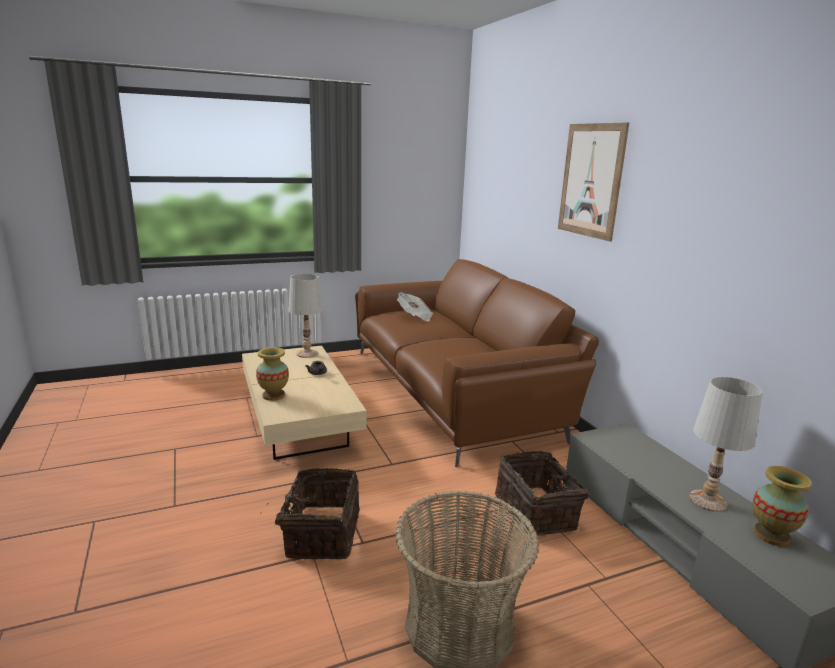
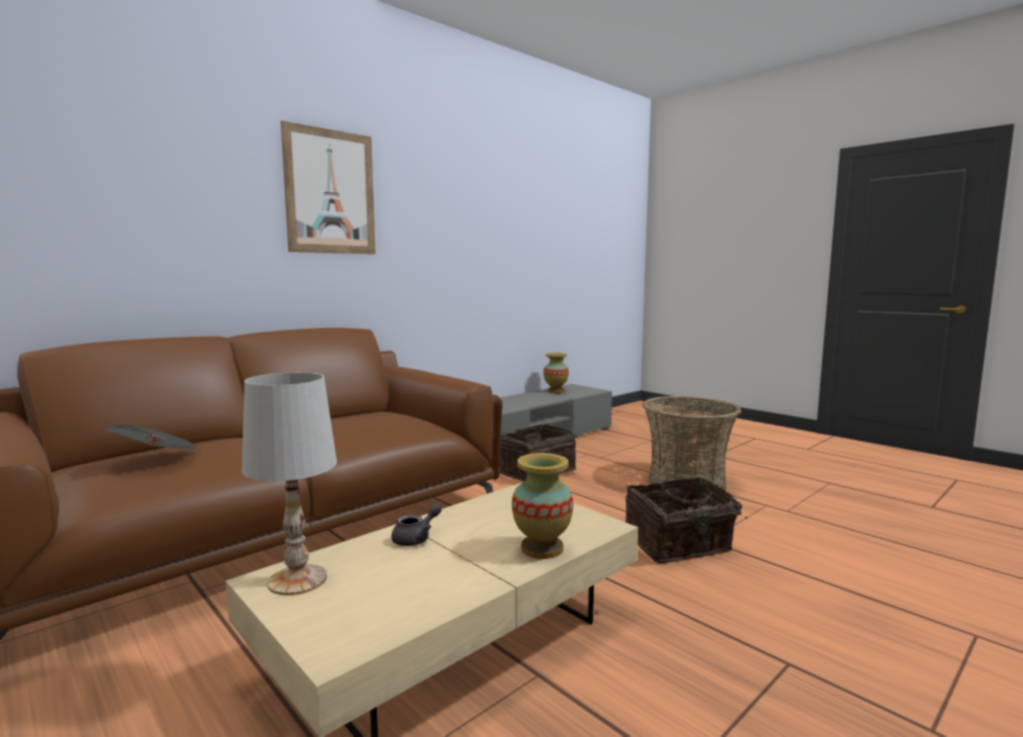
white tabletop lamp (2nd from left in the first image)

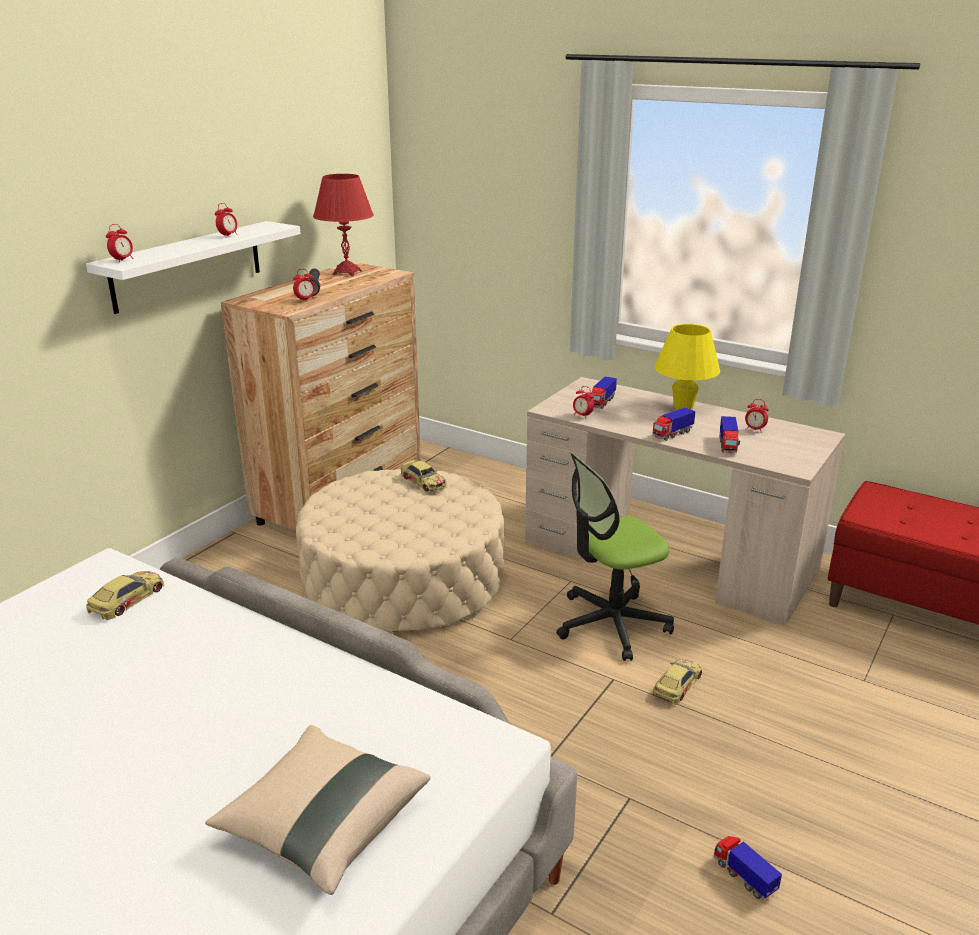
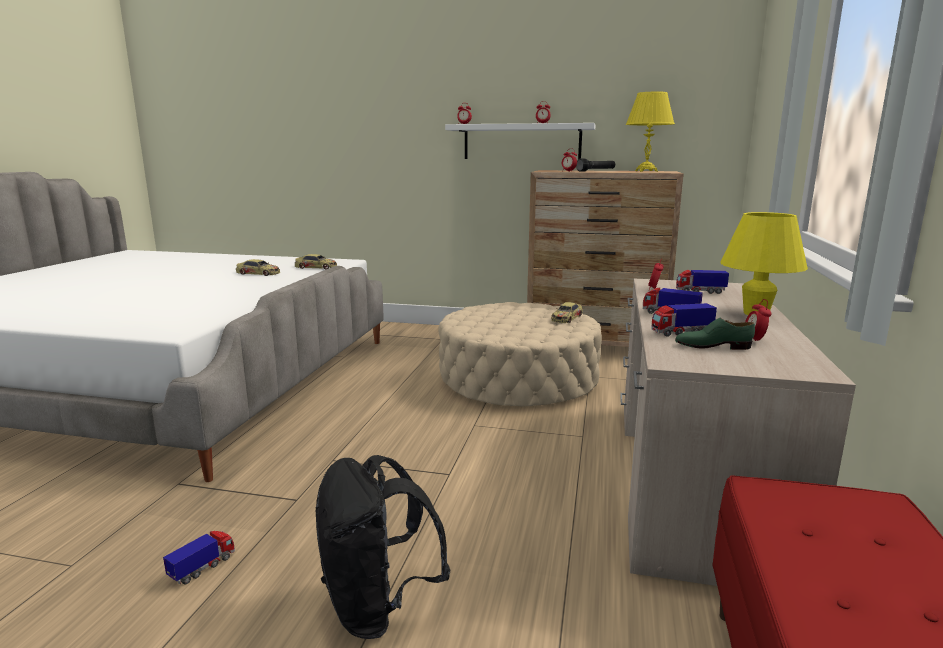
beige pillow
computer chair
blackish backpack
green-coloured item of footwear
miniature car (1st from left)
yellow-coloured tabletop lamp (1st from left)

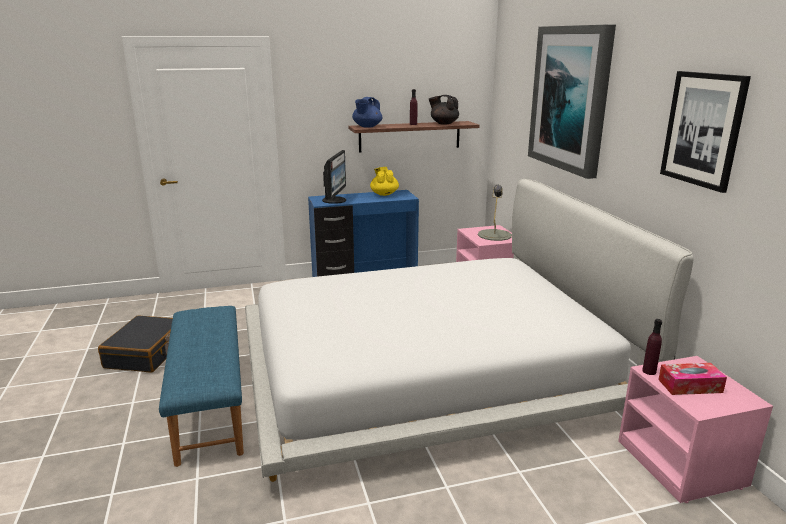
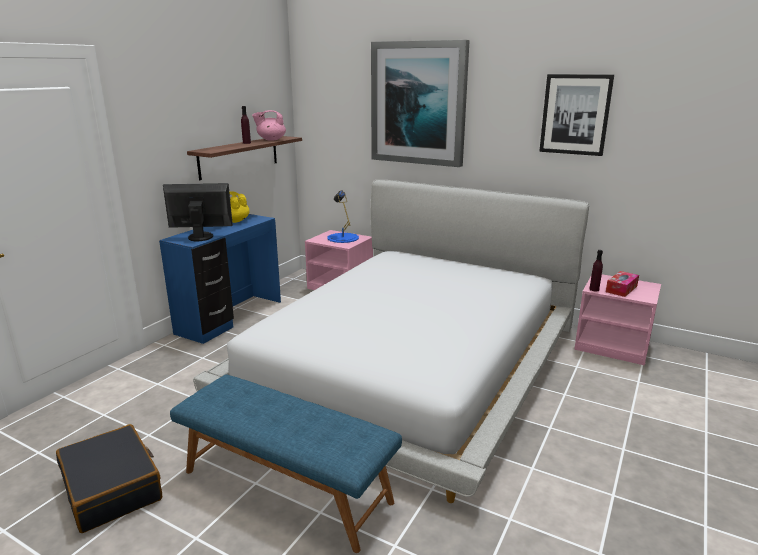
blue-coloured pot for tea
pink pot for tea
blue-coloured tabletop lamp
computer display

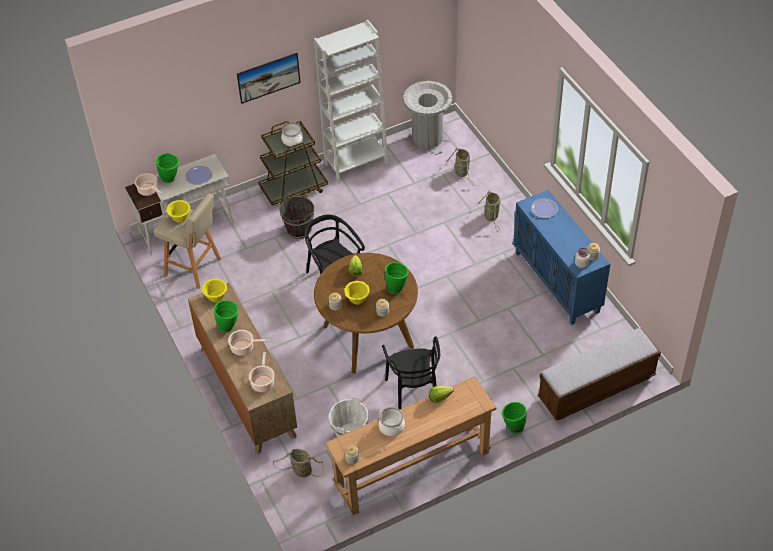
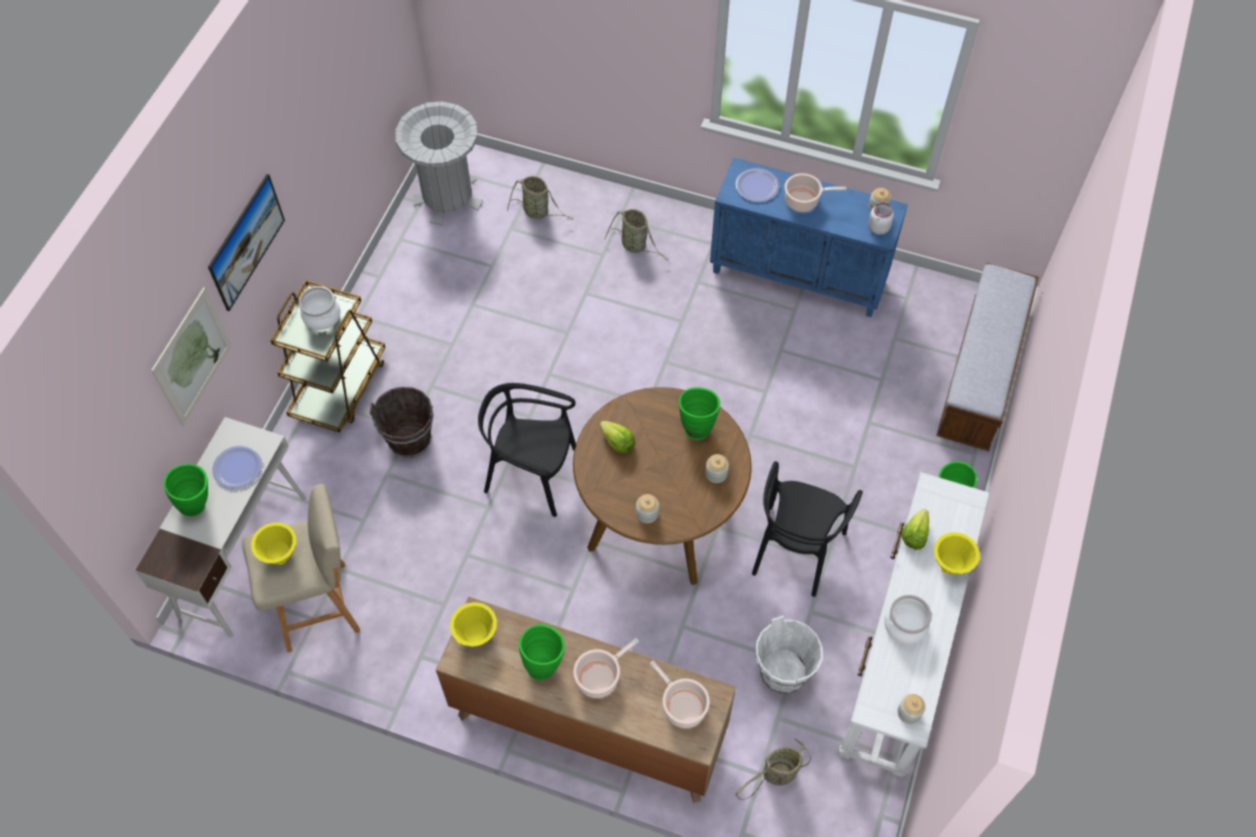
white bookcase
wall picture (1st from left)
saucepot (4th from left)
yellow-coloured serving bowl (3rd from left)
white narrow table
blackish chair (2nd from left)

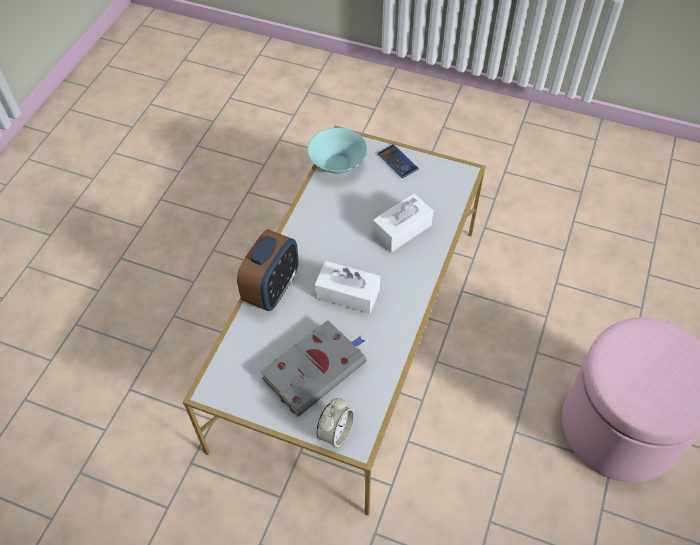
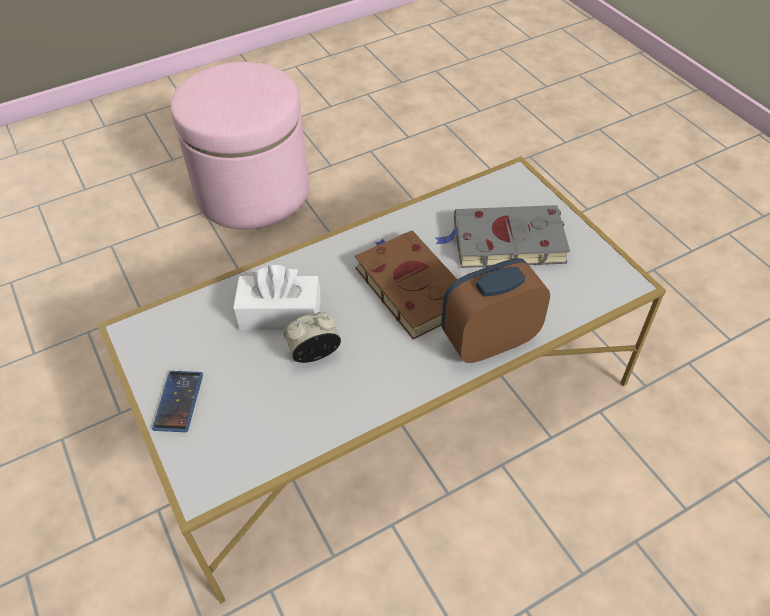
turquoise-coloured serving bowl
bedside clock (1st from left)
brownish bound book

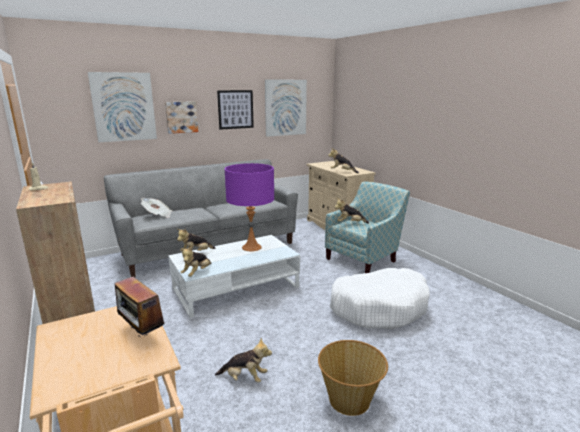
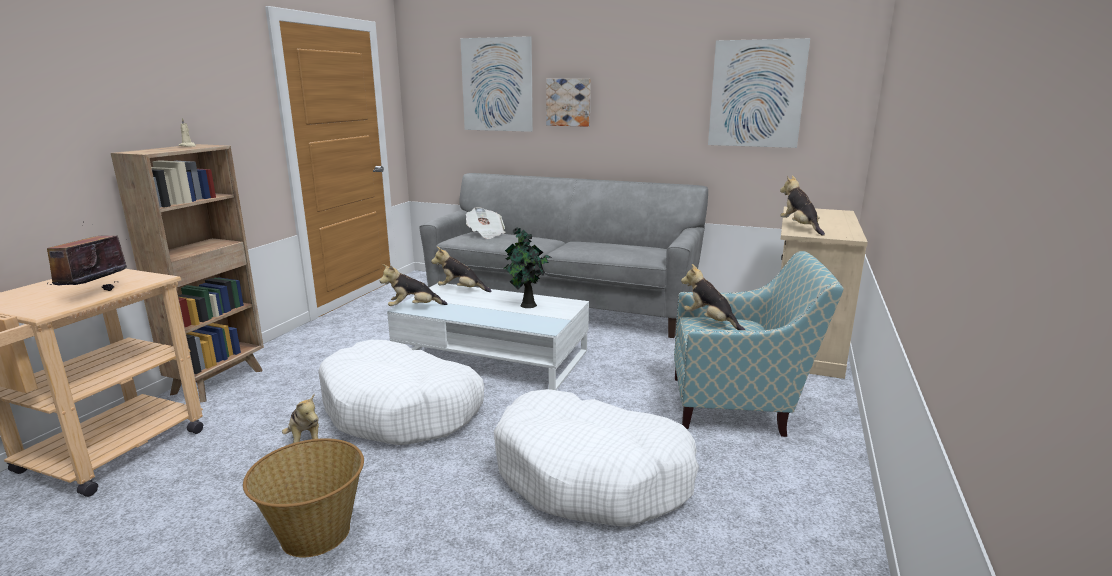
wall picture (3rd from left in the first image)
white pet bed (1st from left)
plant in a pot

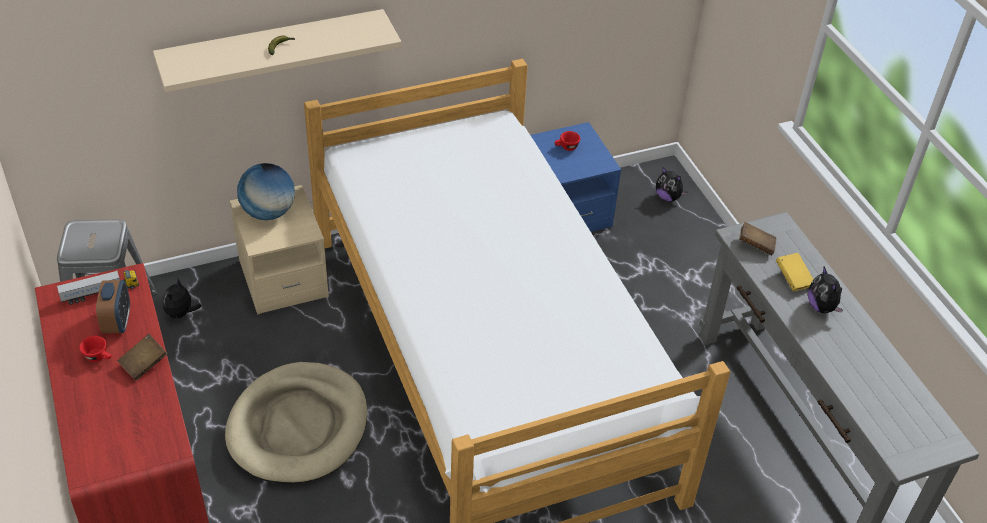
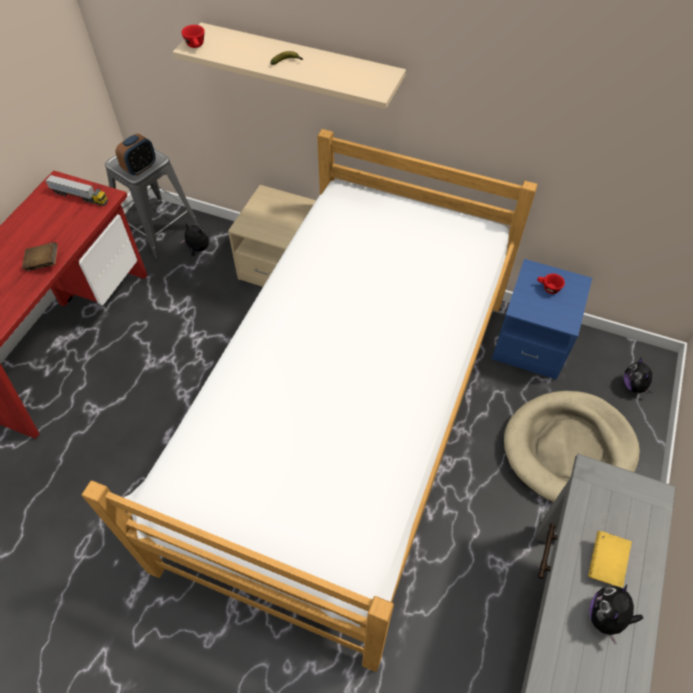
world globe
brownish bound book (2nd from left in the first image)
red-coloured small cup (1st from left)
bedside clock
beige pet bed
cuddly toy (1st from left)

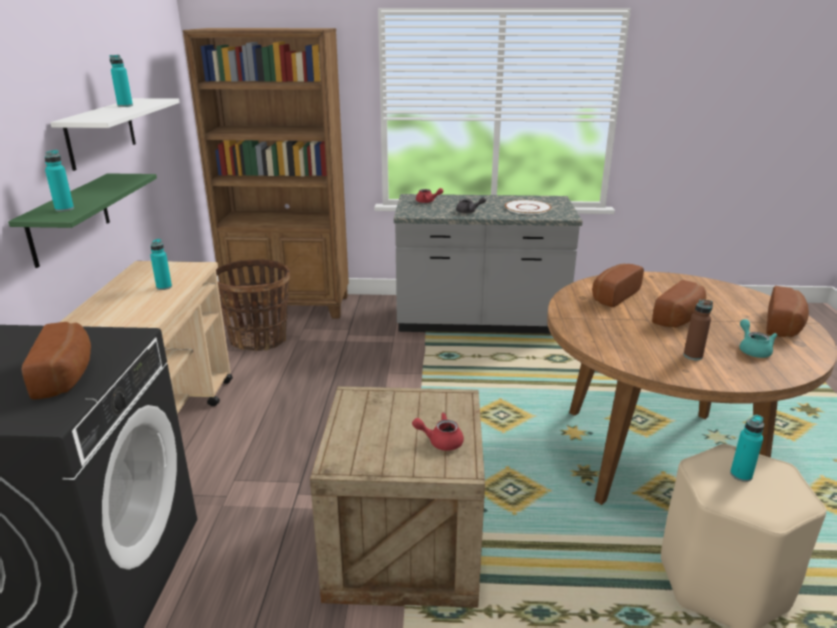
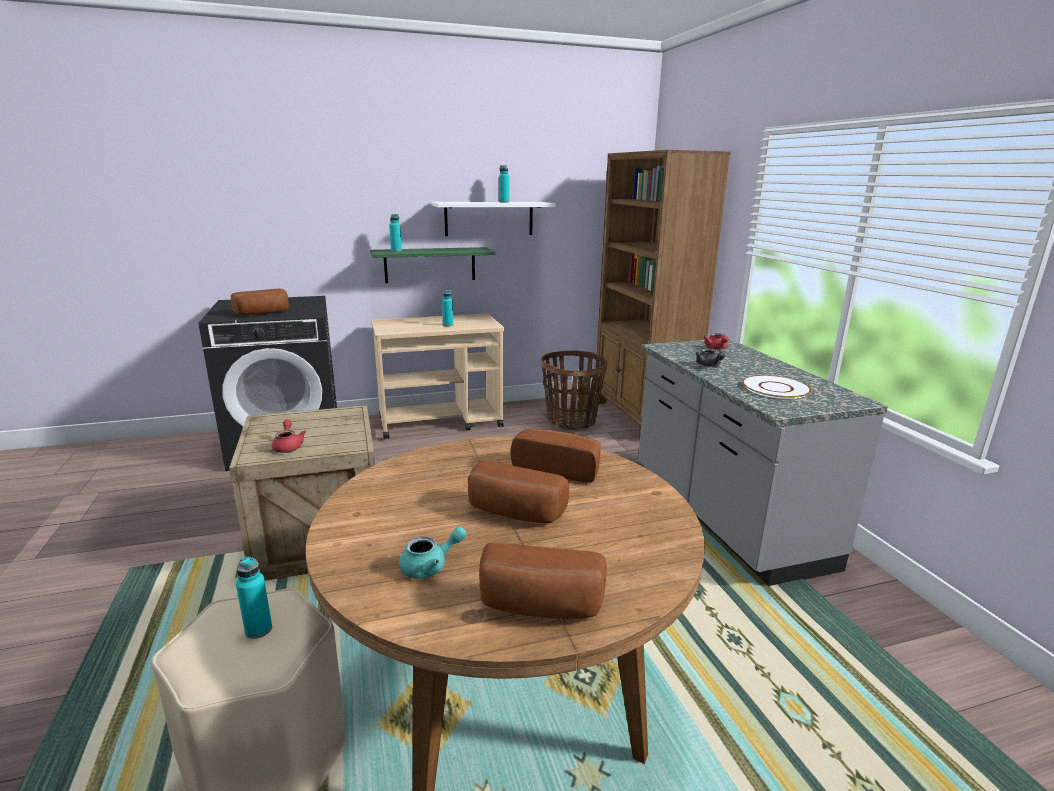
brownish drink bottle

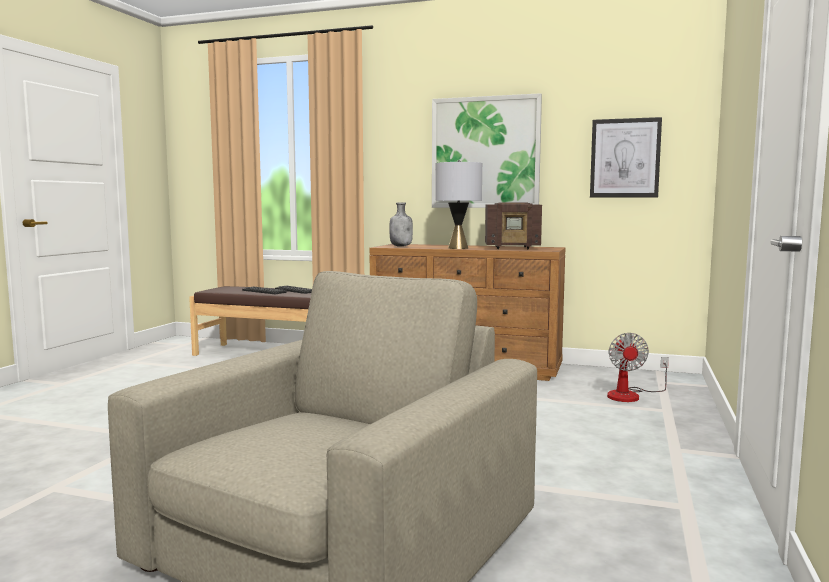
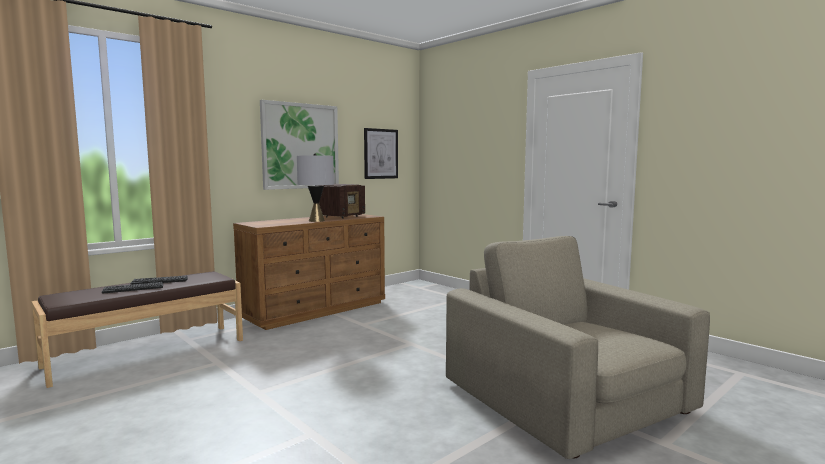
gray drink bottle
fan

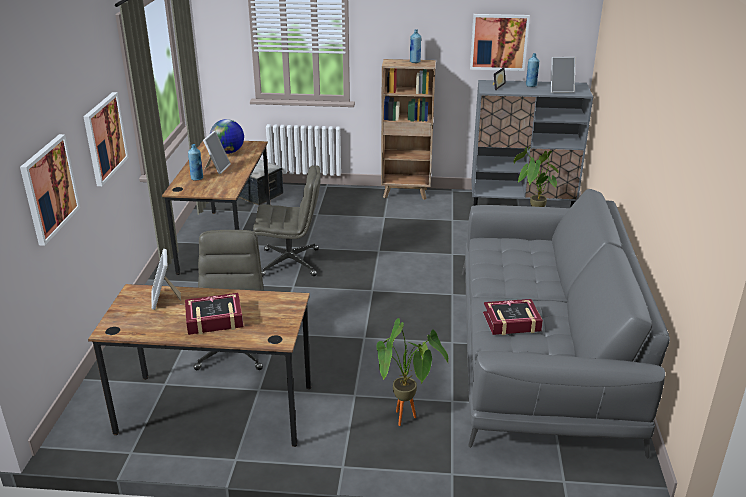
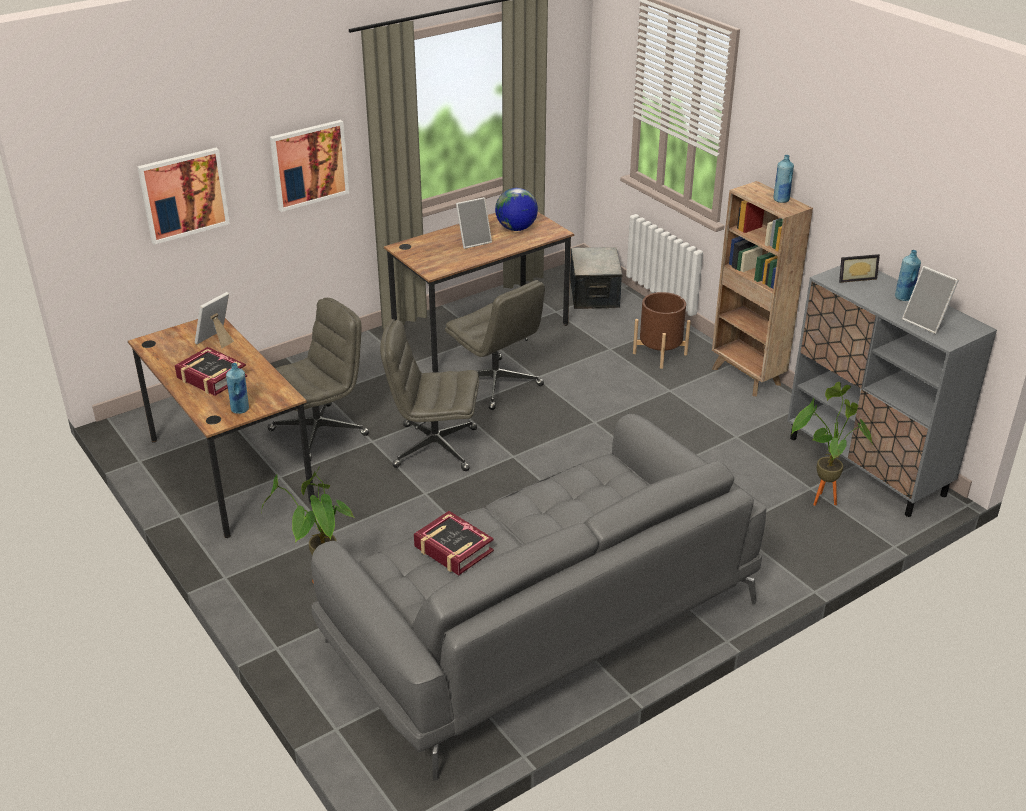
wall picture (3rd from left in the first image)
gray computer chair (2nd from left)
brownish planter
blue-coloured drink bottle (1st from left)

